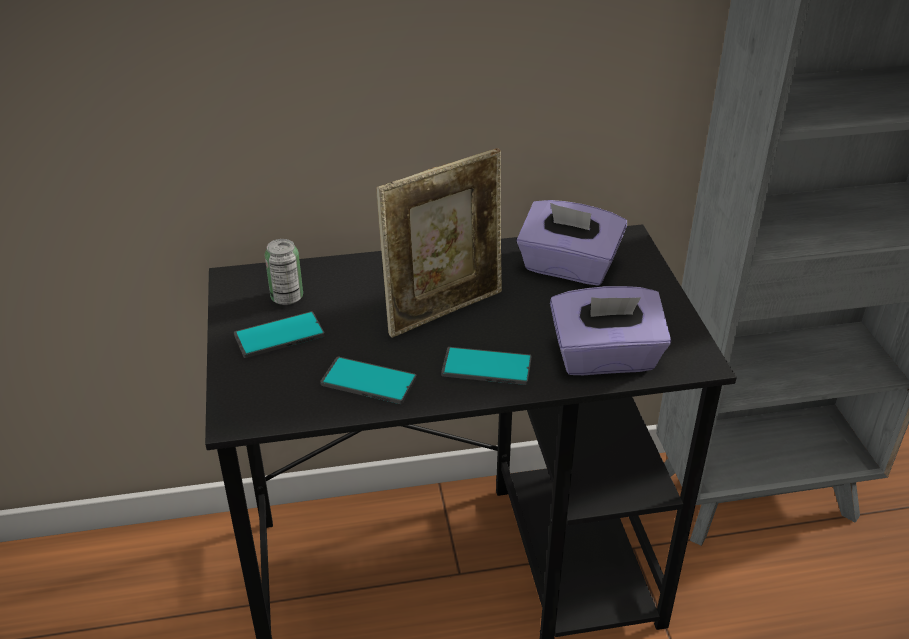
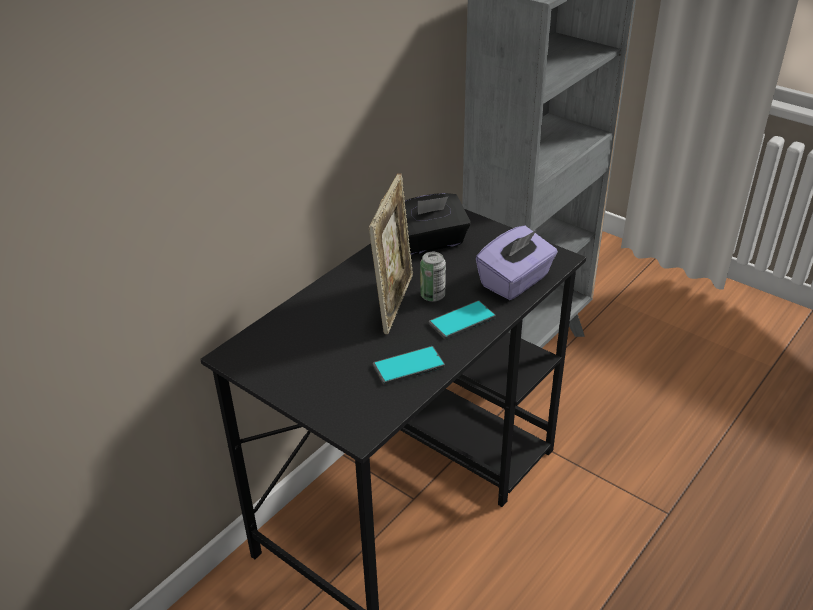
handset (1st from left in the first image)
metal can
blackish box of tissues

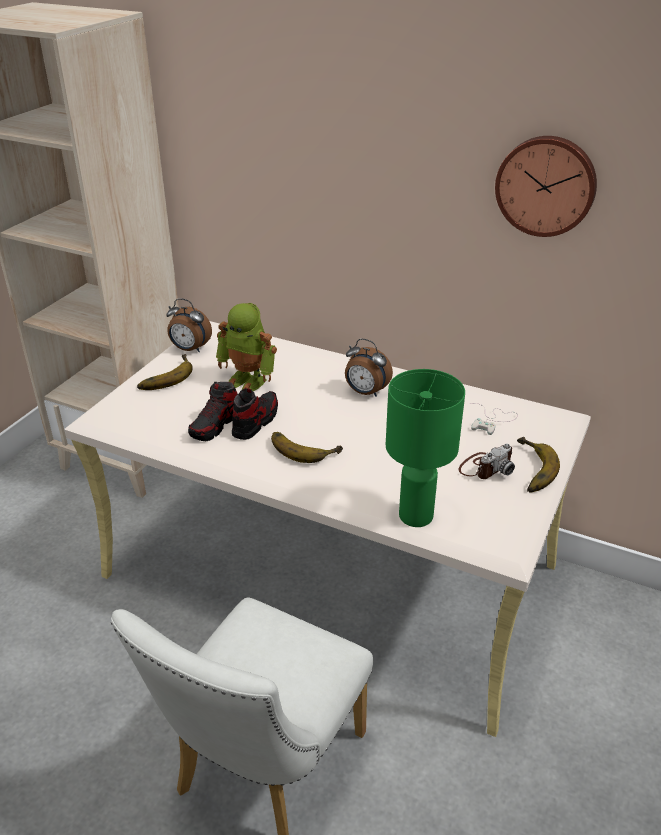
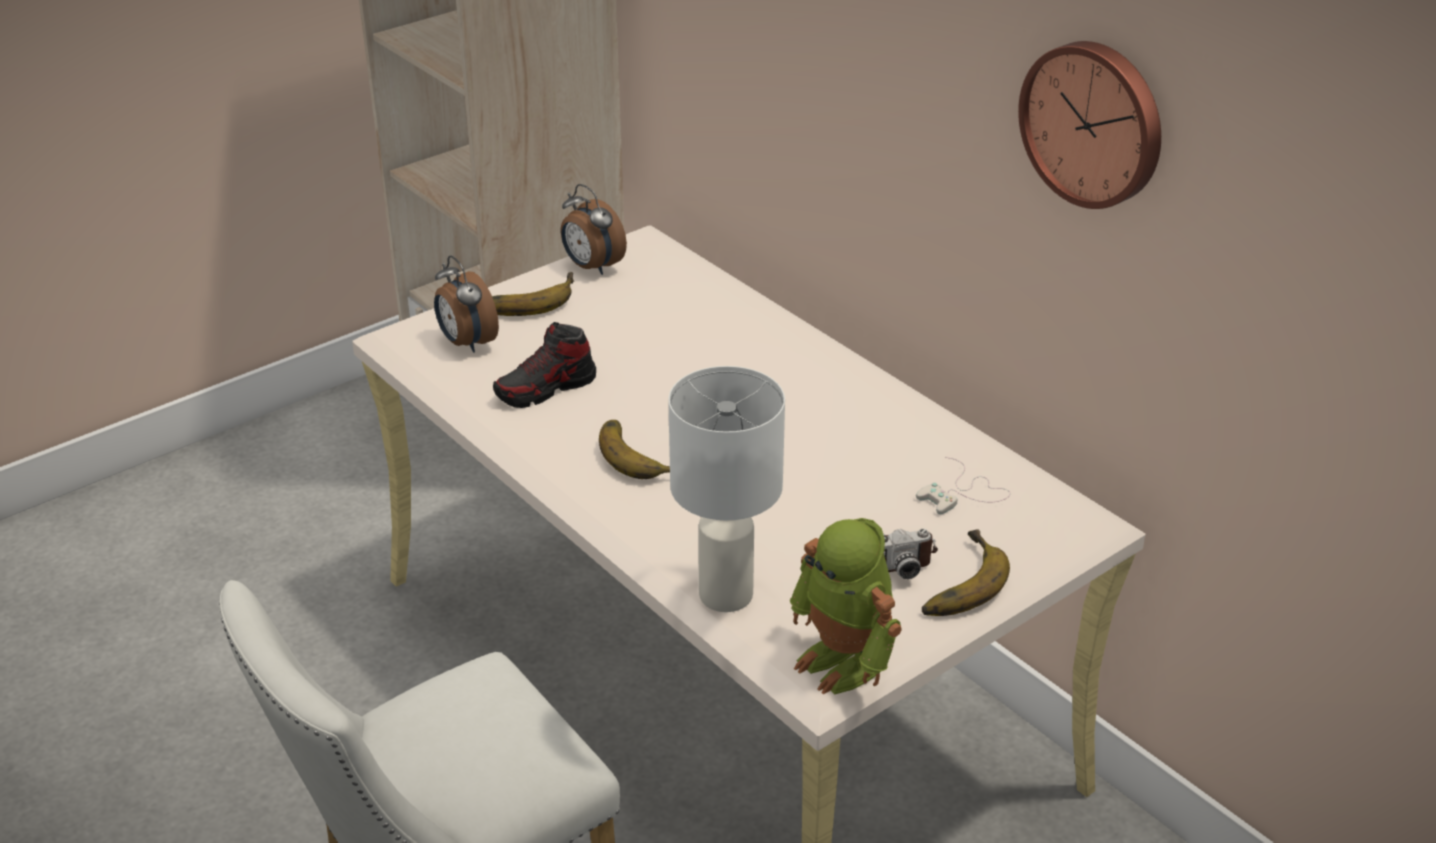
item of footwear (2nd from left in the first image)
robot figure
bedside clock (1st from left)
white tabletop lamp

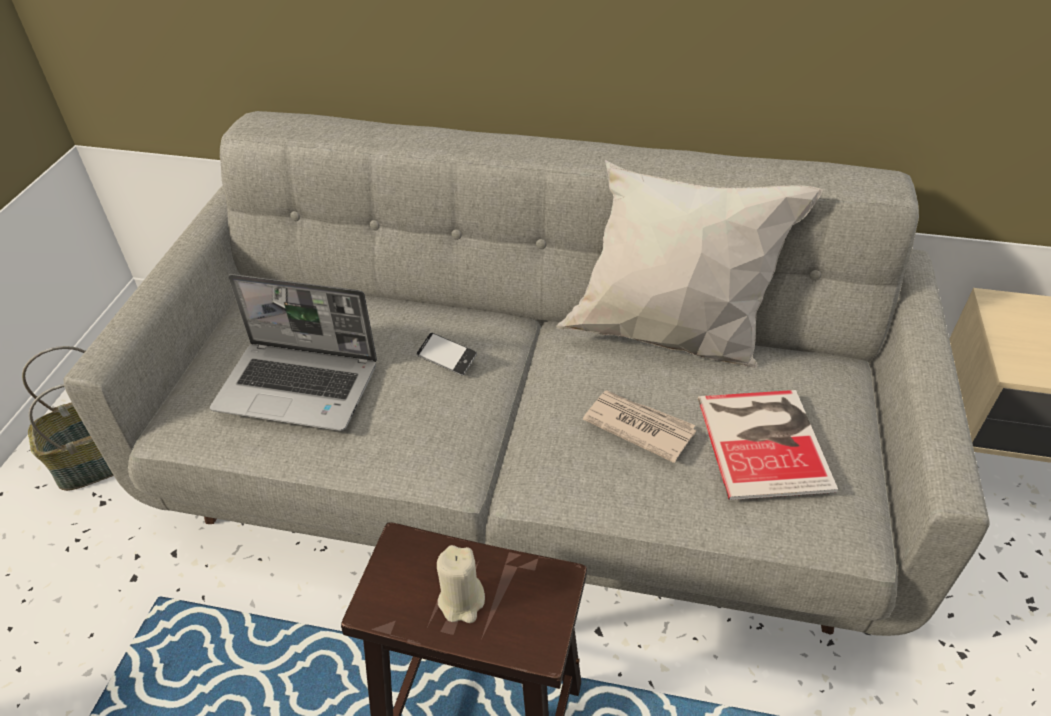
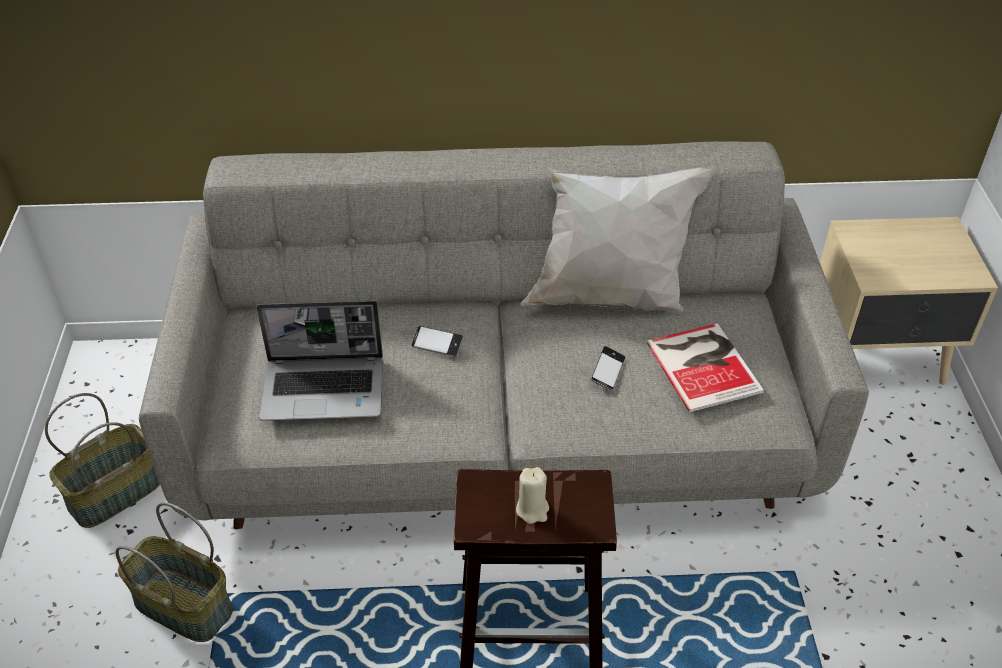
basket (2nd from left)
handset (2nd from left)

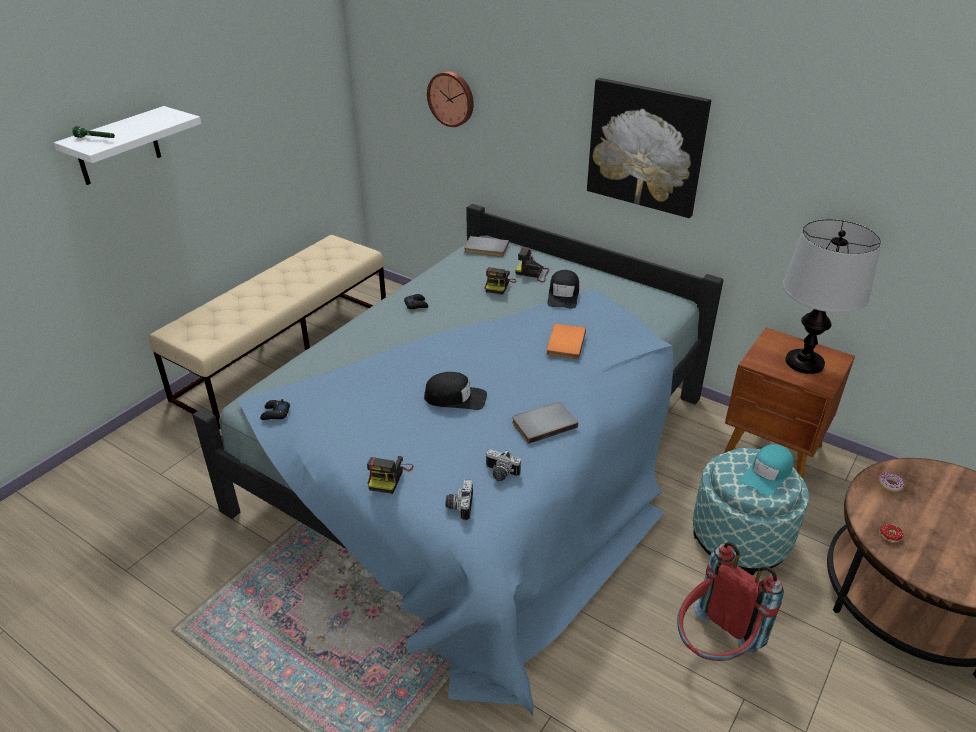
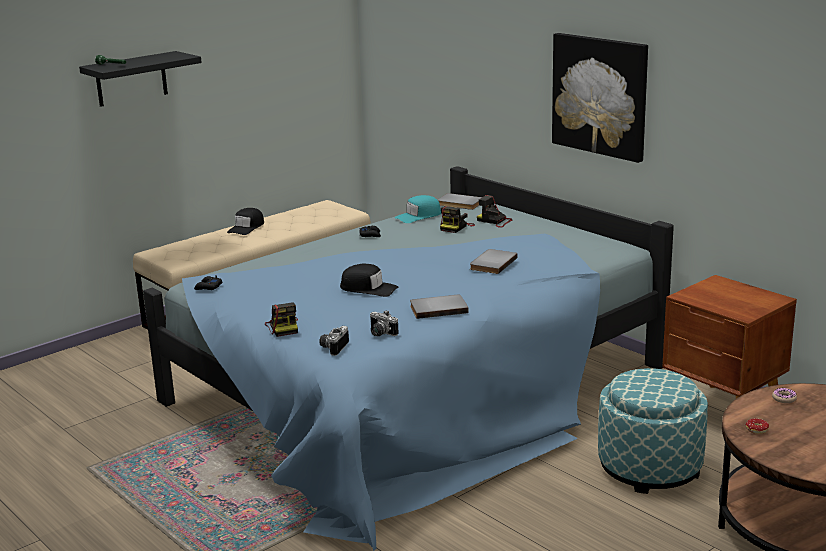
hanging clock
red-coloured backpack
tabletop lamp
blackish baseball cap (1st from left)
turquoise-coloured baseball cap
blackish shelf
gray bound book (3rd from left)
still camera (1st from left)

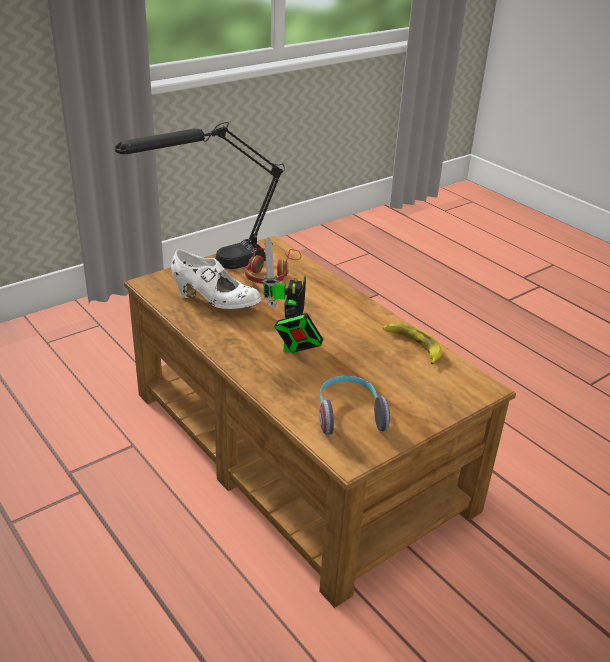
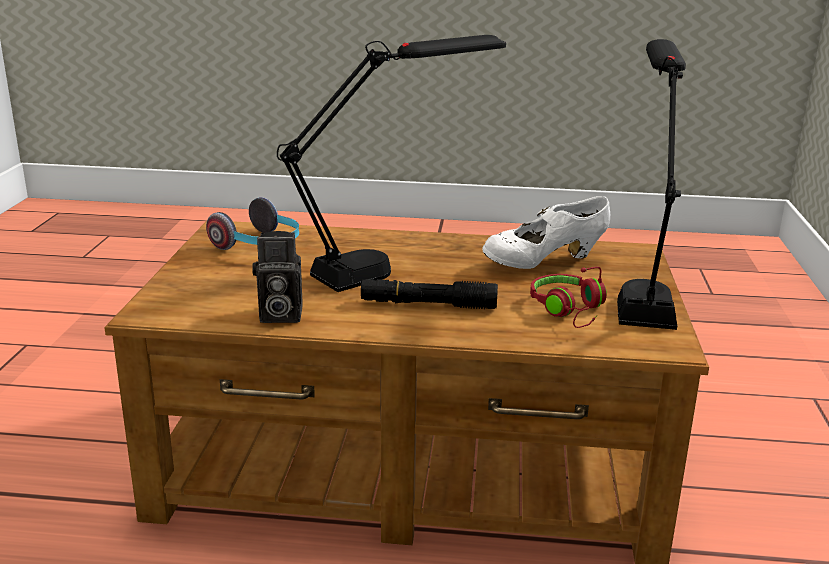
blackish hand torch
blackish tabletop lamp (1st from left)
still camera

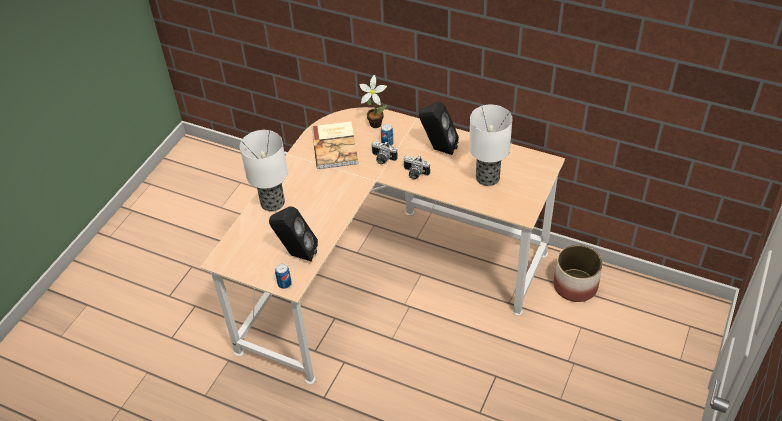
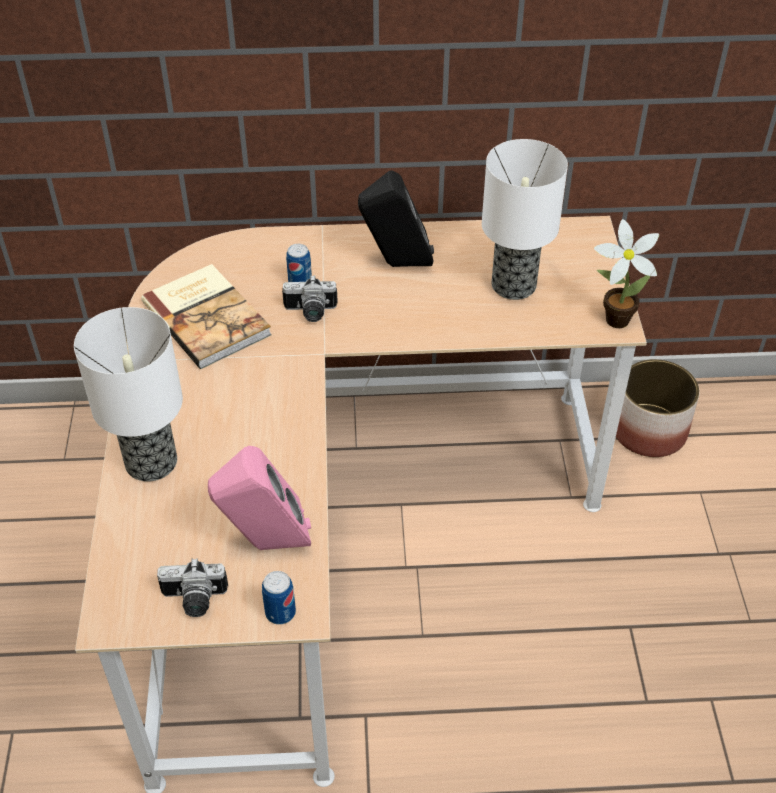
plant in a pot
still camera (1st from left)
pink audio speaker

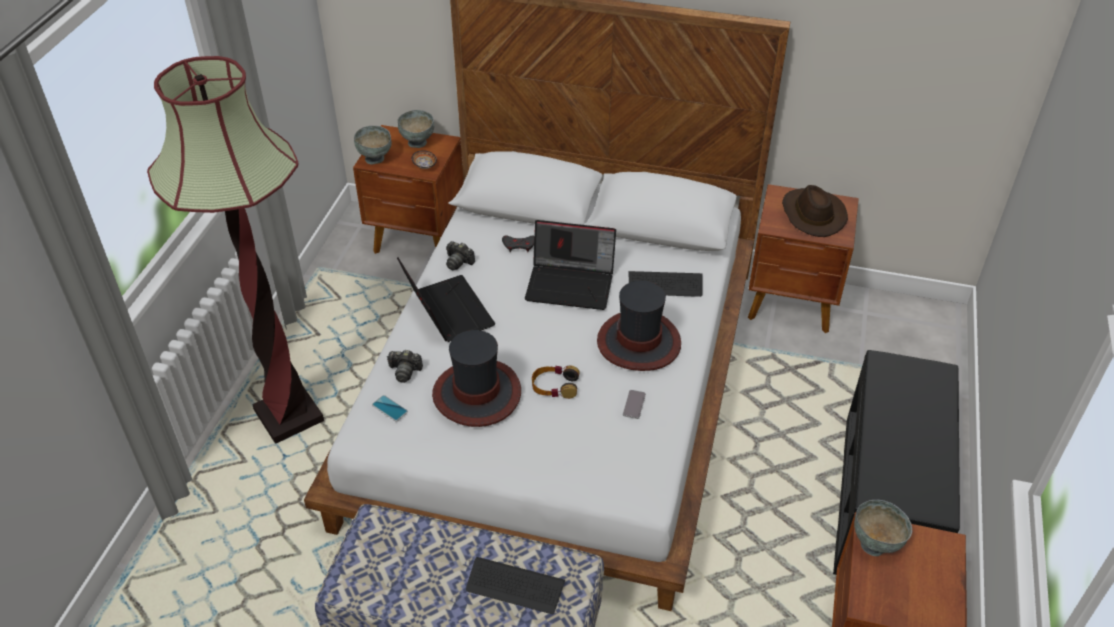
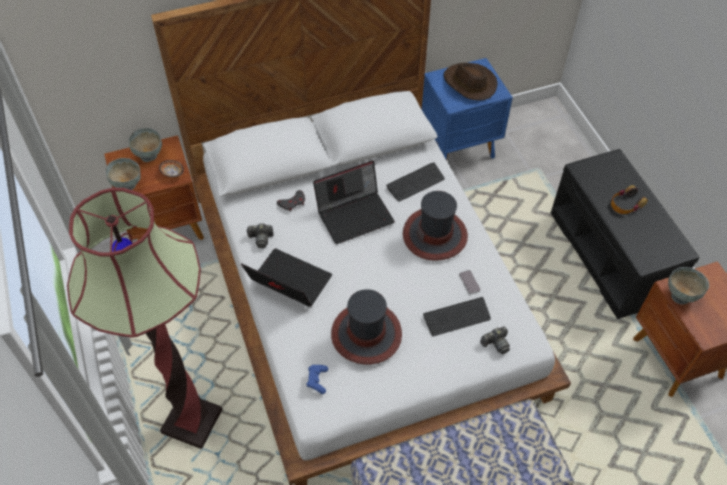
still camera (2nd from left)
computer keyboard (2nd from left)
pair of headphones
blue-coloured joypad
blue-coloured bedside table

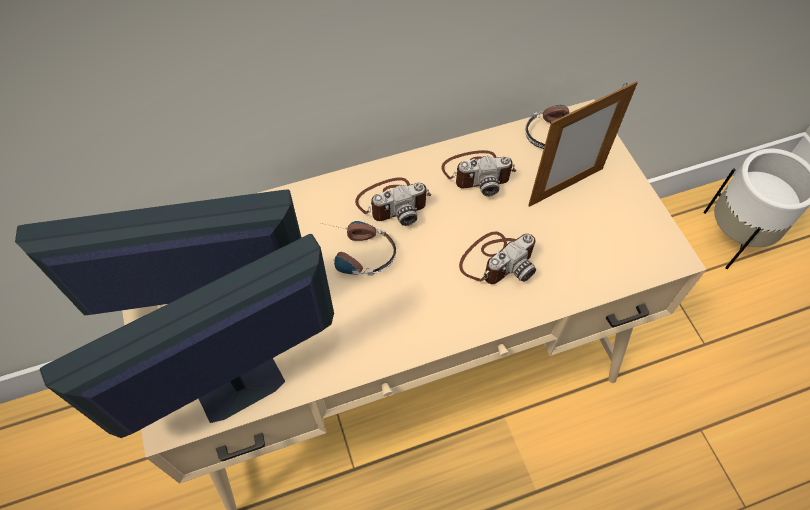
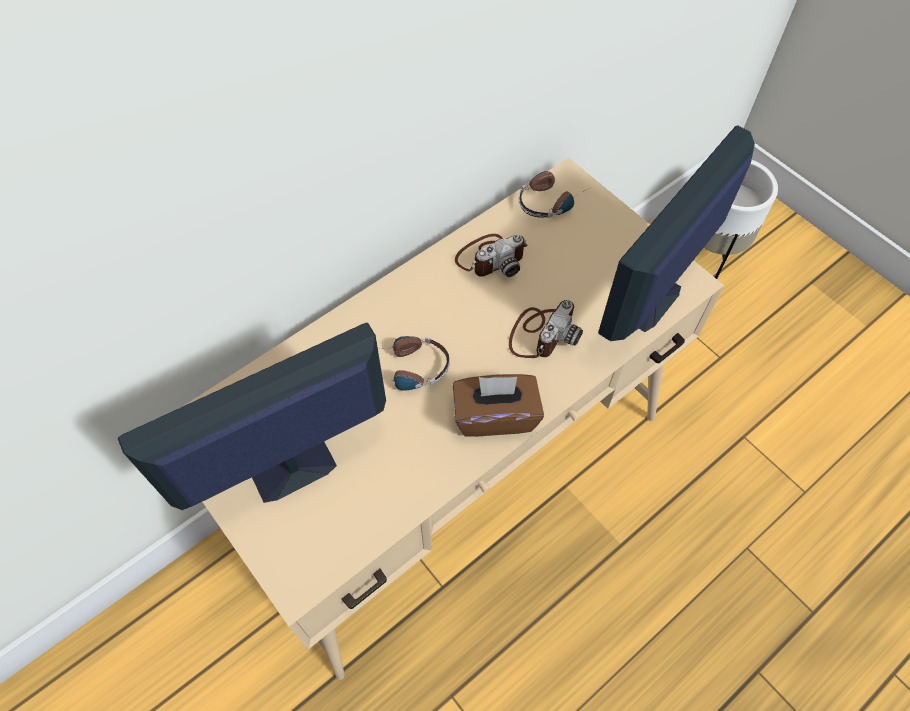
still camera (1st from left in the first image)
photo frame
brownish box of tissues
computer display (2nd from left)

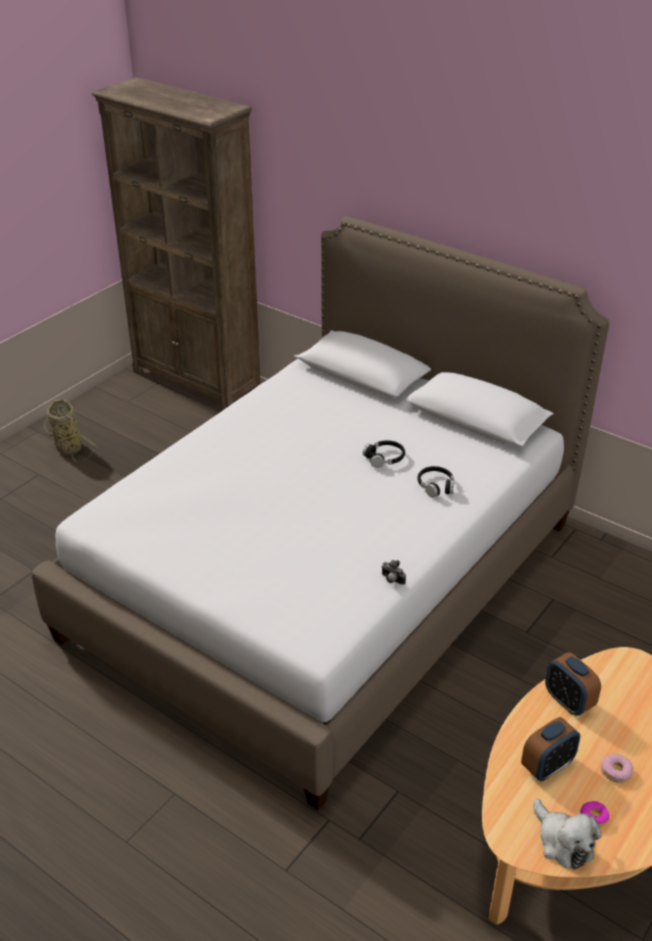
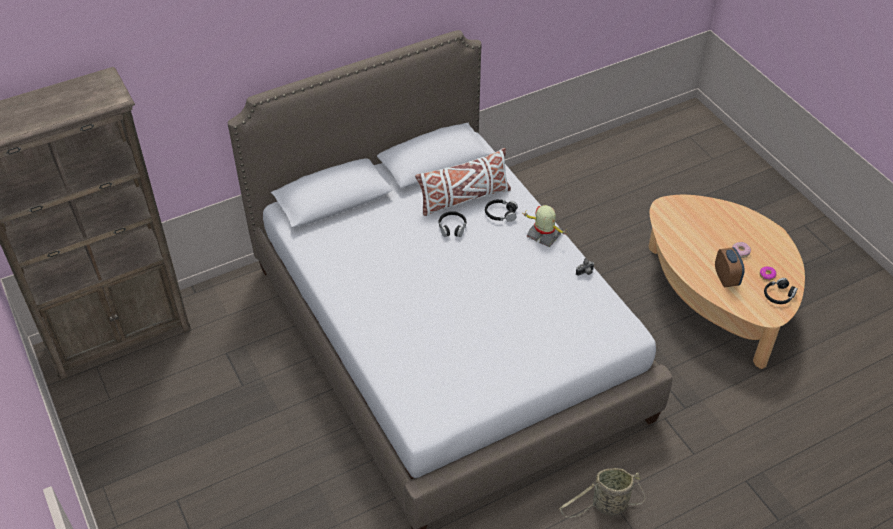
bedside clock (2nd from left in the first image)
white pillow
robot figure
basket
blackish pair of headphones (3rd from left)

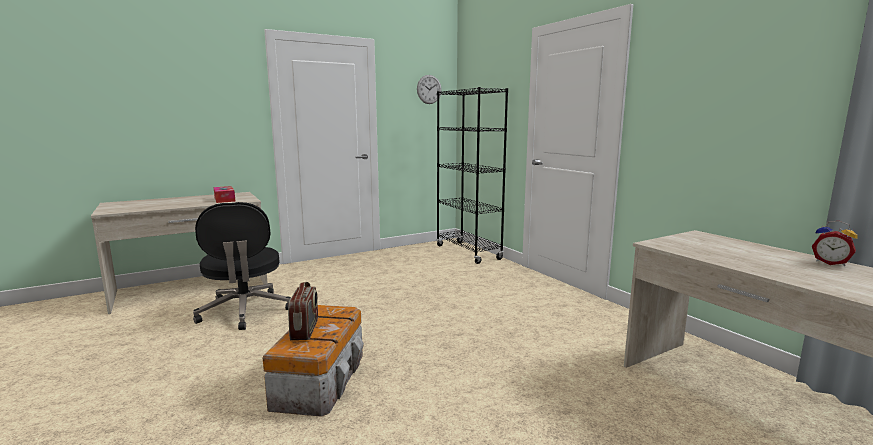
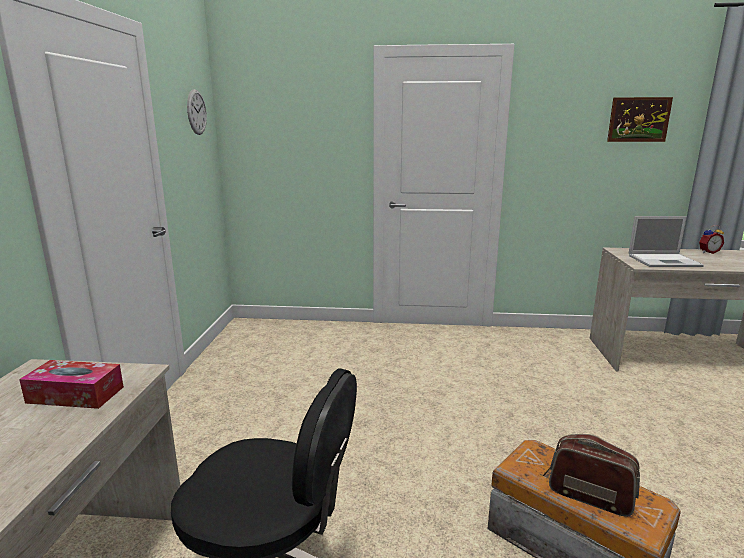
blackish bookcase
wall picture
notebook computer

